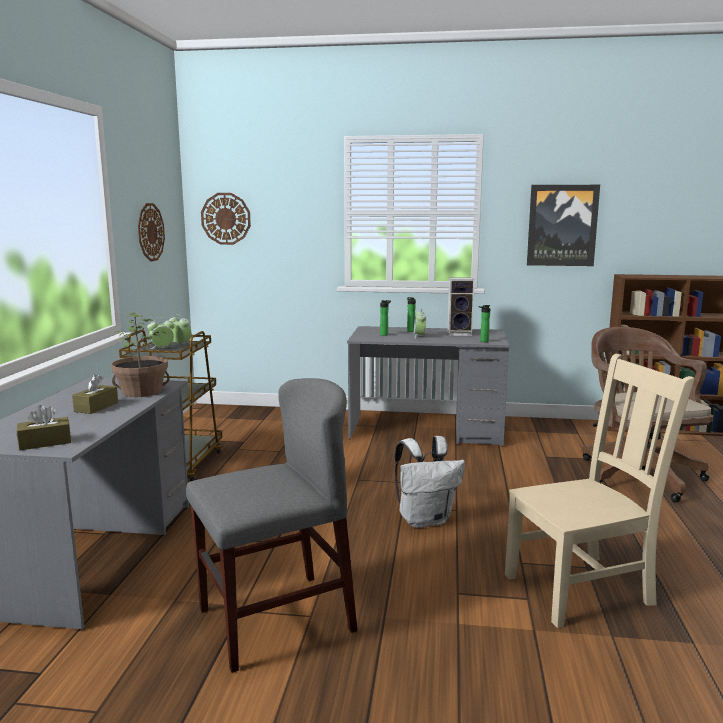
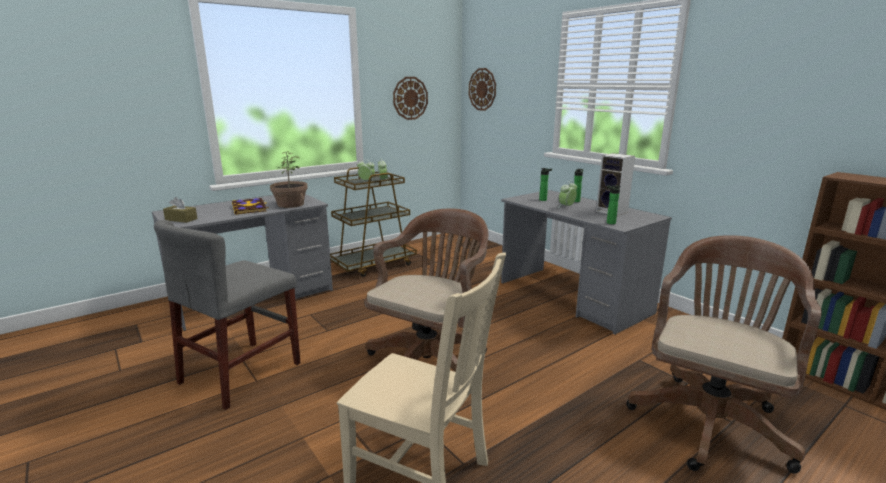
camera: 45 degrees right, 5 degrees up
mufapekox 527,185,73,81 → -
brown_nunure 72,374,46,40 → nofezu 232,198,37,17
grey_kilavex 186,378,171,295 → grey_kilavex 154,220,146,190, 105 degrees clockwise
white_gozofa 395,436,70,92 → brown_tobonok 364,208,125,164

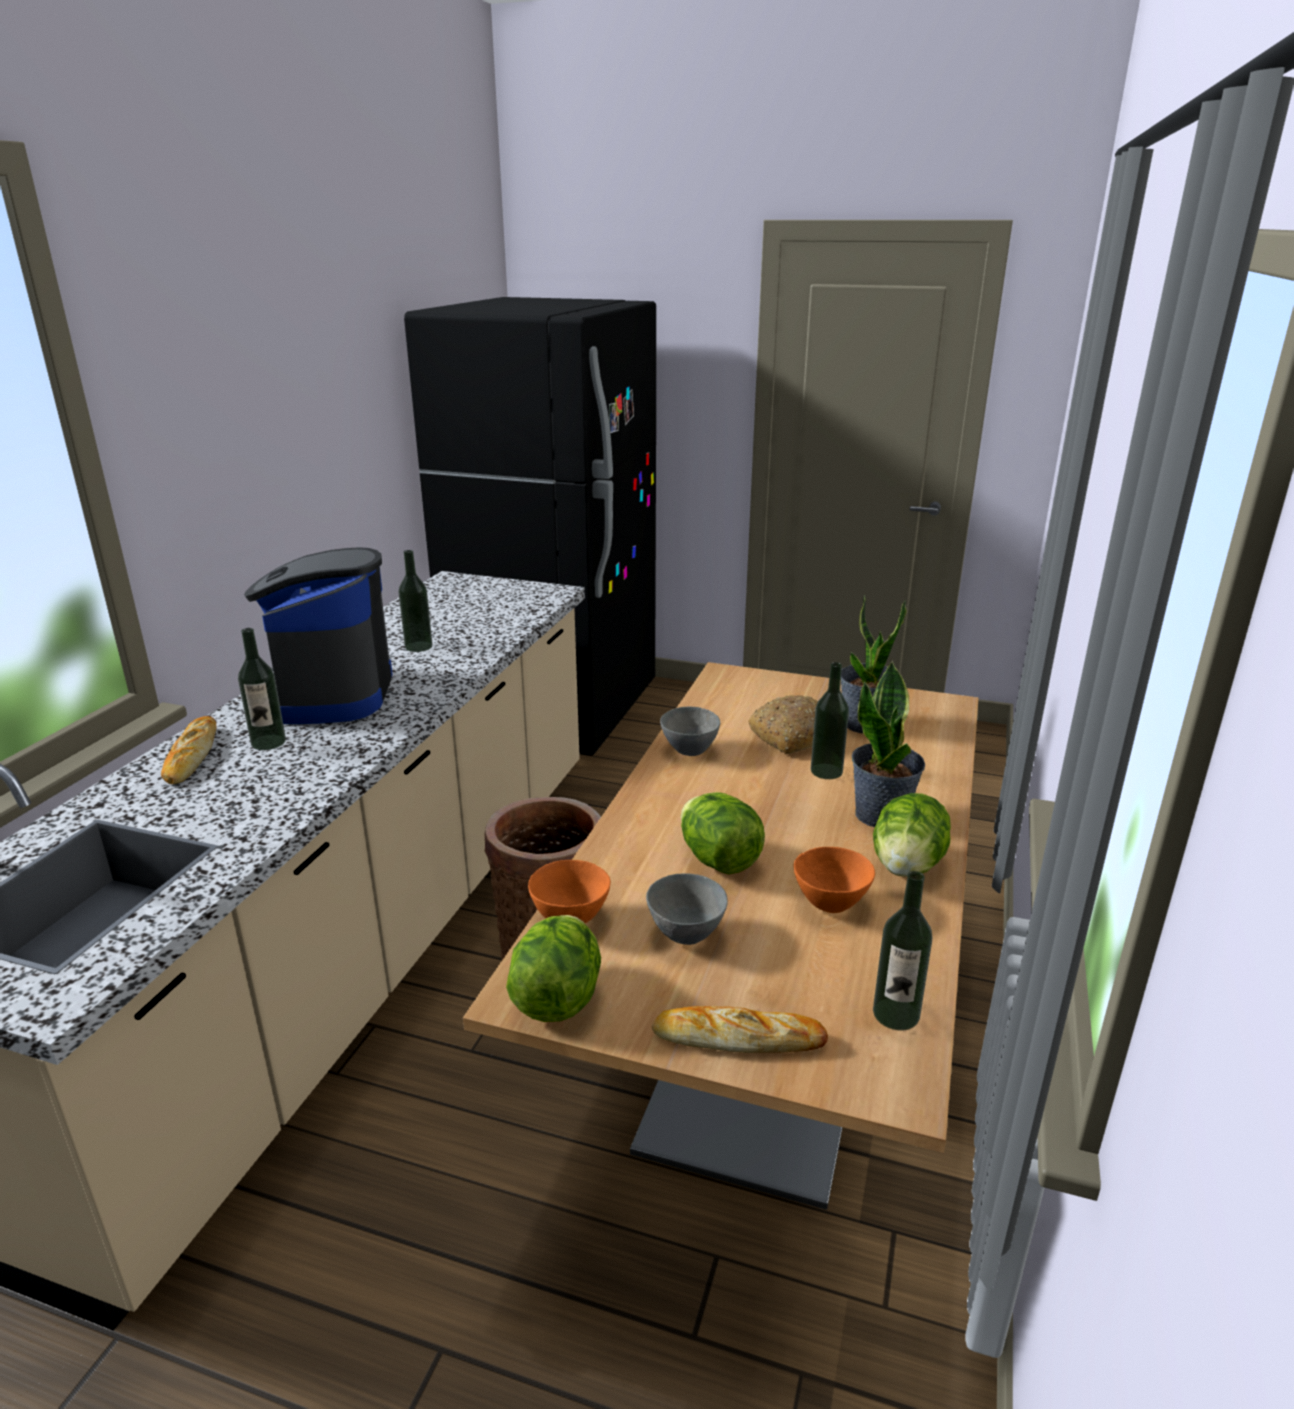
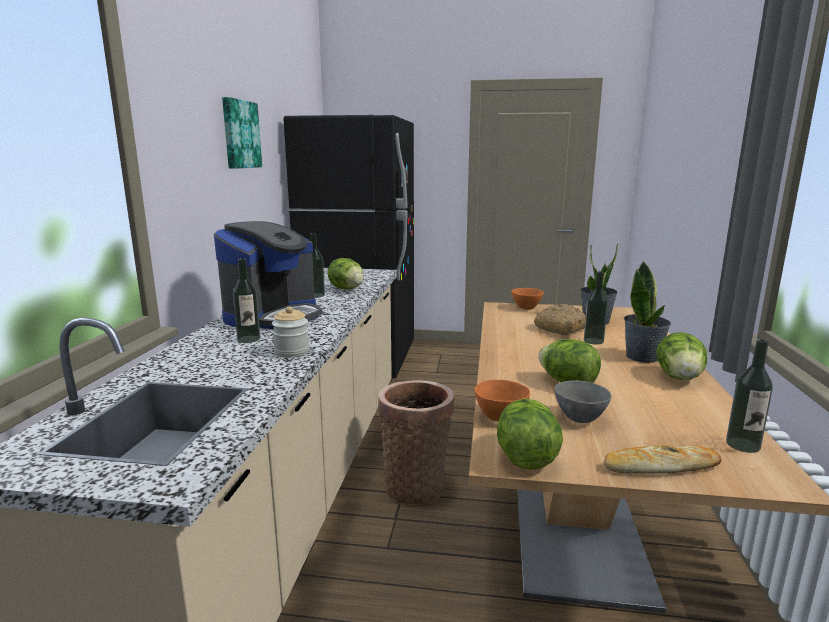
camera: 10 degrees left, 10 degrees down
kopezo 244,547,148,177 → kopezo 214,221,108,108, 135 degrees counterclockwise
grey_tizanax 660,707,60,49 → -
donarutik 161,716,55,68 → -
orange_tizanax 794,847,81,66 → orange_tizanax 511,288,33,22, relocated
- → mufapekox 222,97,40,72
- → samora 327,258,37,32
- → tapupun 272,306,37,52

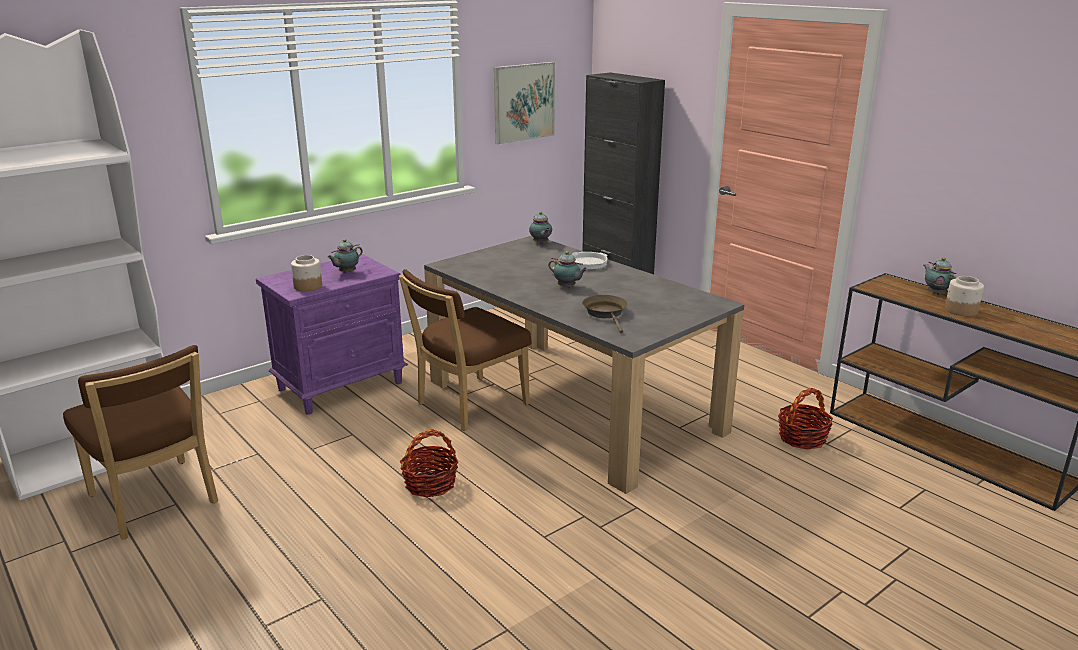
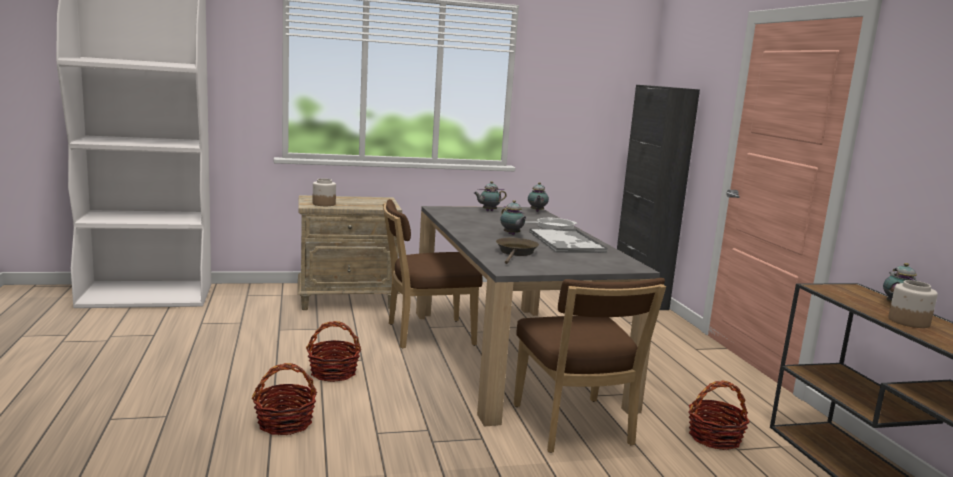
camera: 25 degrees right, 10 degrees down
mufapekox 494,62,61,82 → -
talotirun 327,239,36,34 → talotirun 474,181,33,30, relocated
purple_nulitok 256,254,152,161 → beige_nulitok 298,195,104,115
brown_kilavex 63,345,155,195 → brown_kilavex 514,278,152,175, relocated
- → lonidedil 529,229,79,24
- → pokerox 252,363,65,72

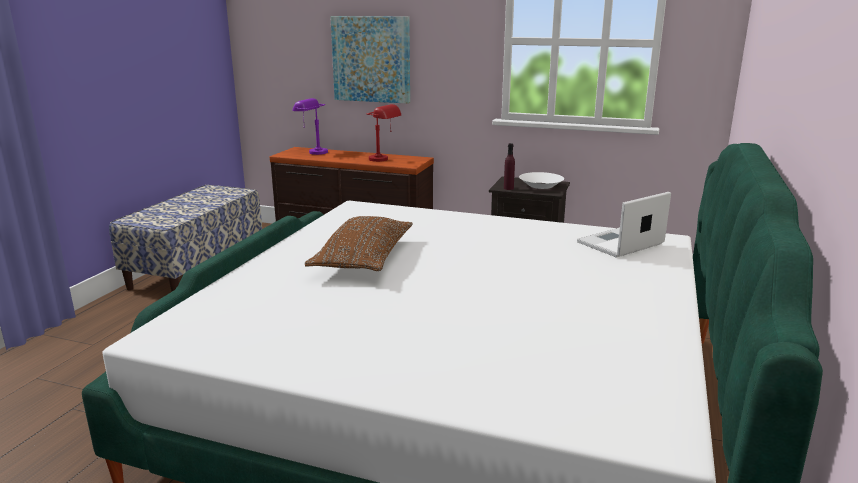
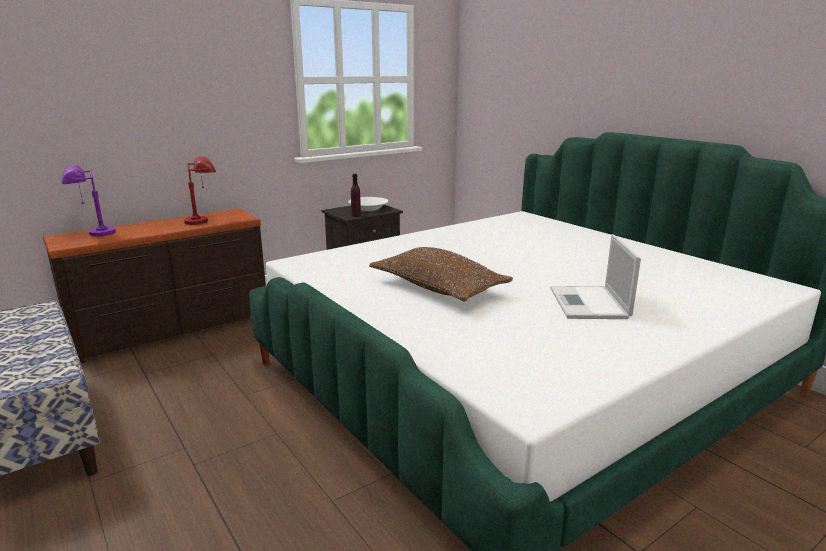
camera: 55 degrees left, 0 degrees up
mufapekox 330,16,80,88 → -
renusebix 577,192,94,66 → renusebix 550,234,91,85, relocated

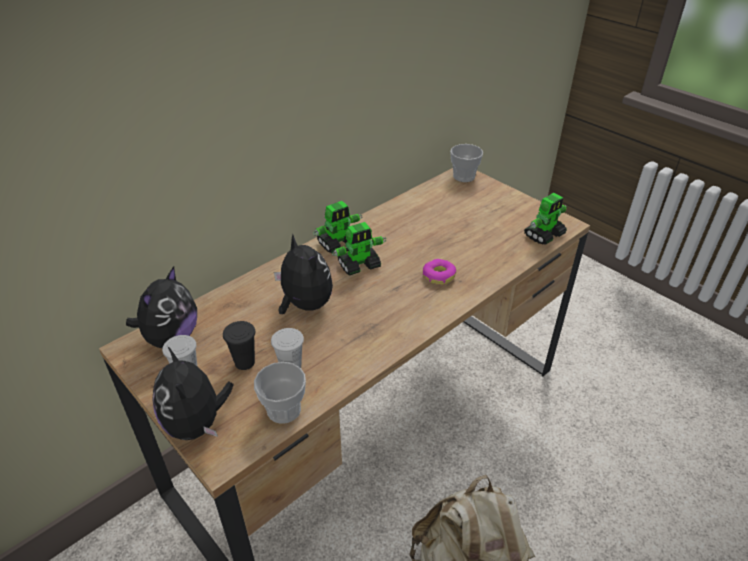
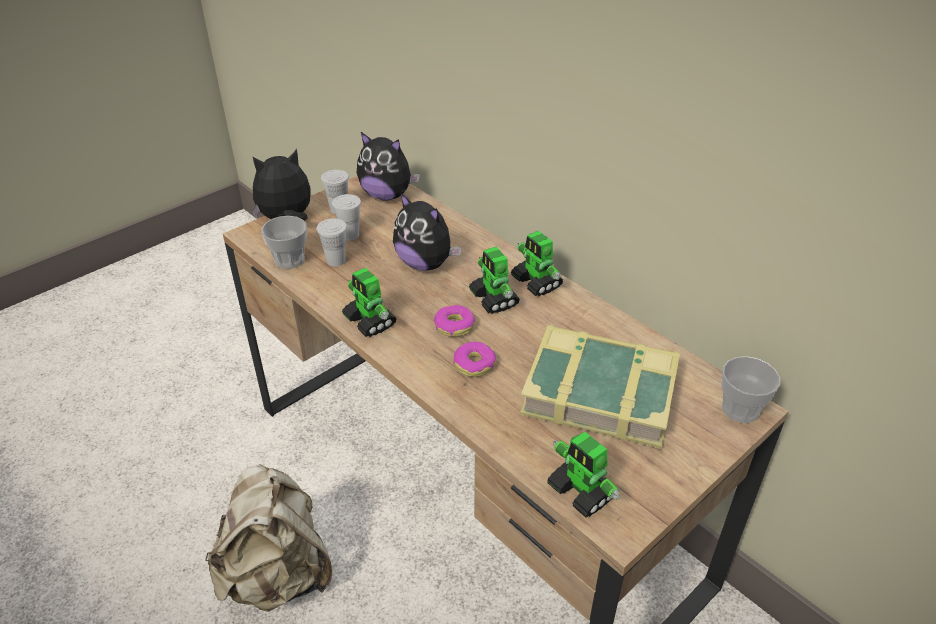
camera: 90 degrees right, 0 degrees up
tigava 274,235,59,79 → tigava 393,192,69,79, 75 degrees clockwise
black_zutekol 223,321,32,49 → white_zutekol 332,194,29,46
- → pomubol 342,268,55,69
- → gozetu 434,305,41,32
- → nofezu 520,325,160,124

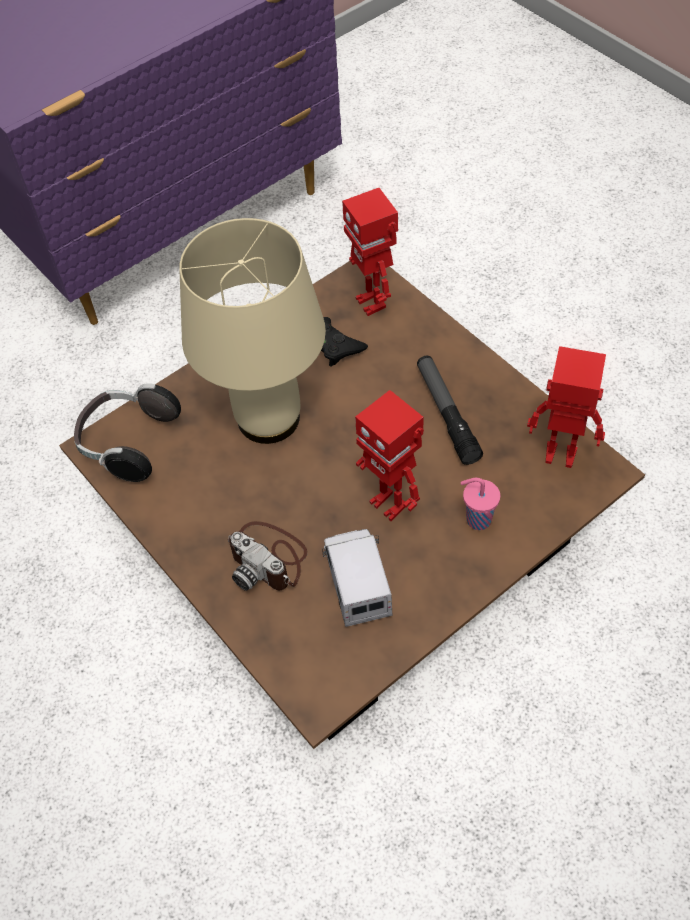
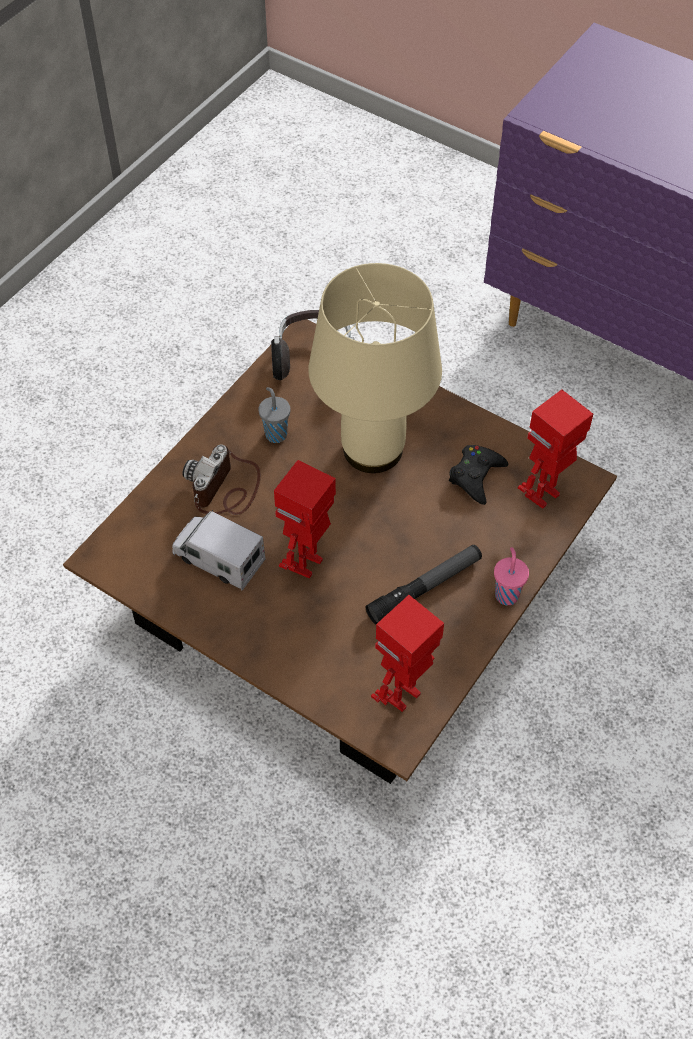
camera: 70 degrees right, 0 degrees up
pomubol 527,346,79,122 → pomubol 371,595,73,117, 135 degrees counterclockwise
pink_zutekol 460,478,40,52 → pink_zutekol 494,547,35,58, relocated
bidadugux 322,529,70,98 → bidadugux 172,511,93,79, 120 degrees counterclockwise
- → grey_zutekol 258,387,32,56

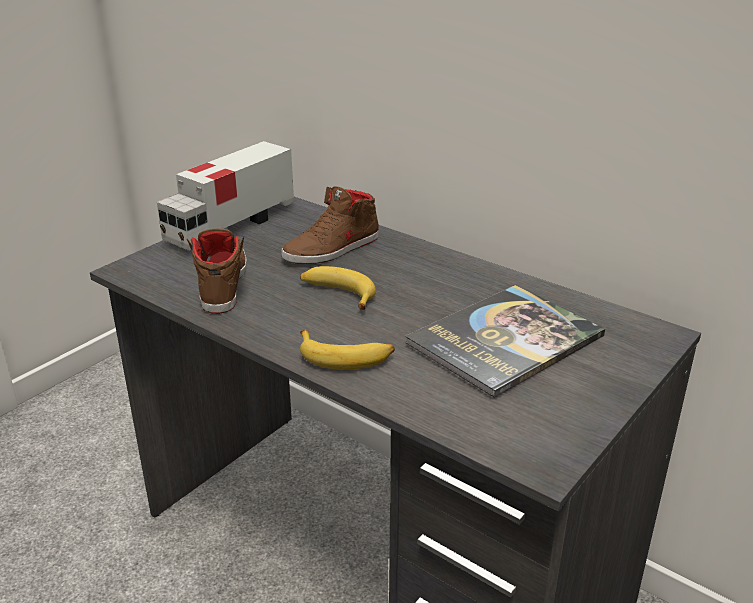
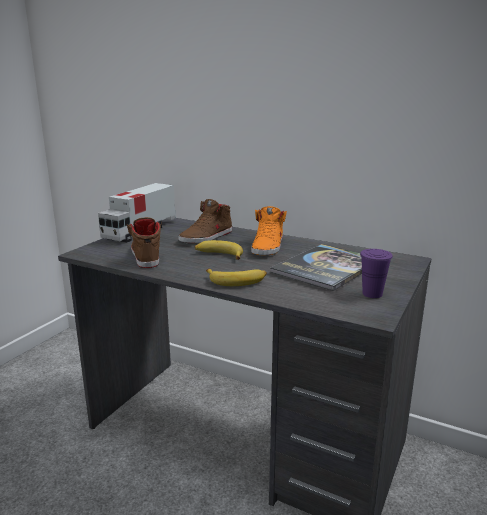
camera: 10 degrees left, 10 degrees down
- → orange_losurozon 251,206,36,50
- → purple_zutekol 360,249,33,49

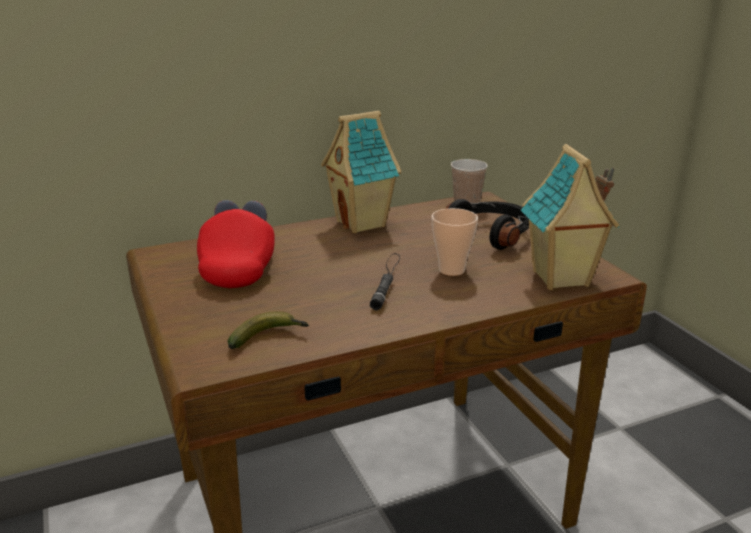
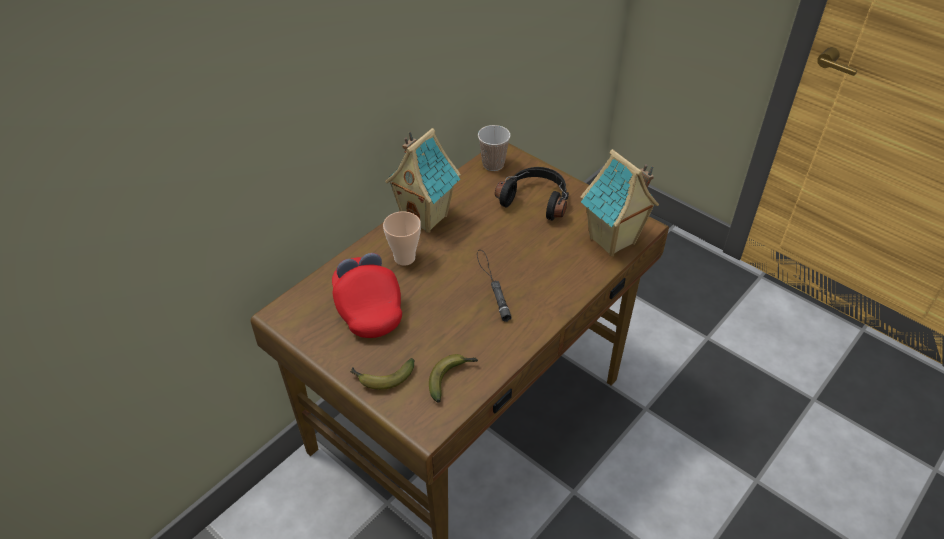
camera: 25 degrees left, 20 degrees up
zutekol 431,208,47,68 → zutekol 383,211,38,55, relocated
- → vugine 350,358,64,32

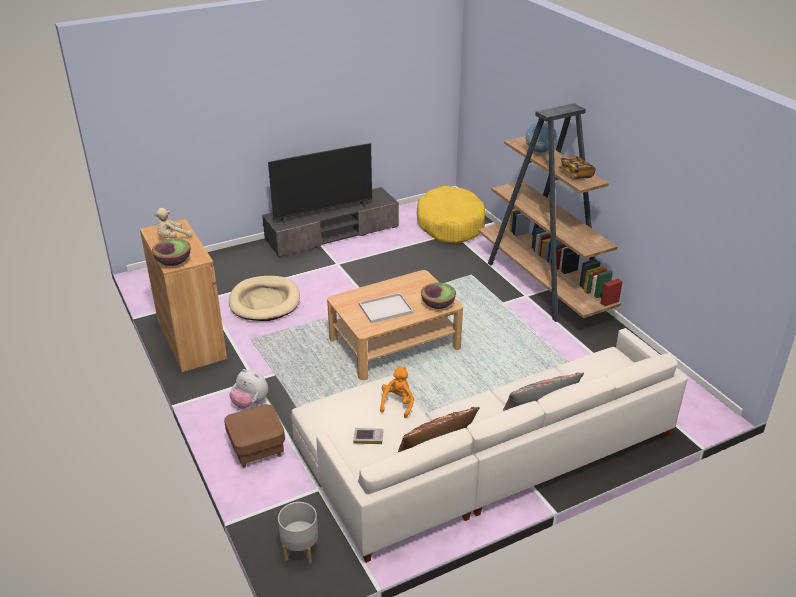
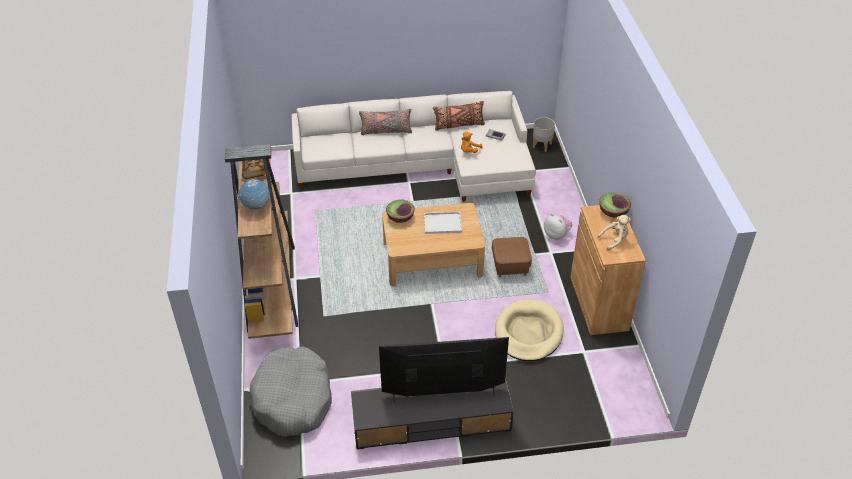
camera: 160 degrees left, 10 degrees up
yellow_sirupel 417,186,68,58 → grey_sirupel 250,346,82,91
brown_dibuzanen 224,404,61,64 → brown_dibuzanen 492,237,40,40, relocated

